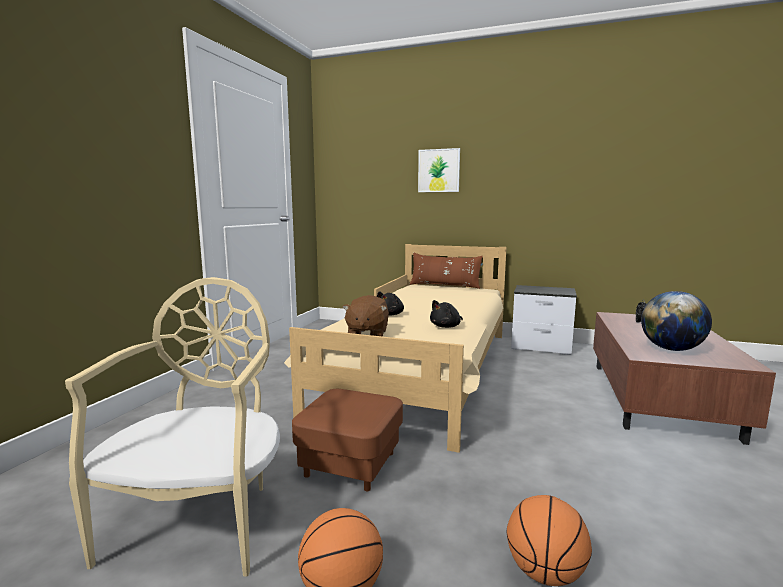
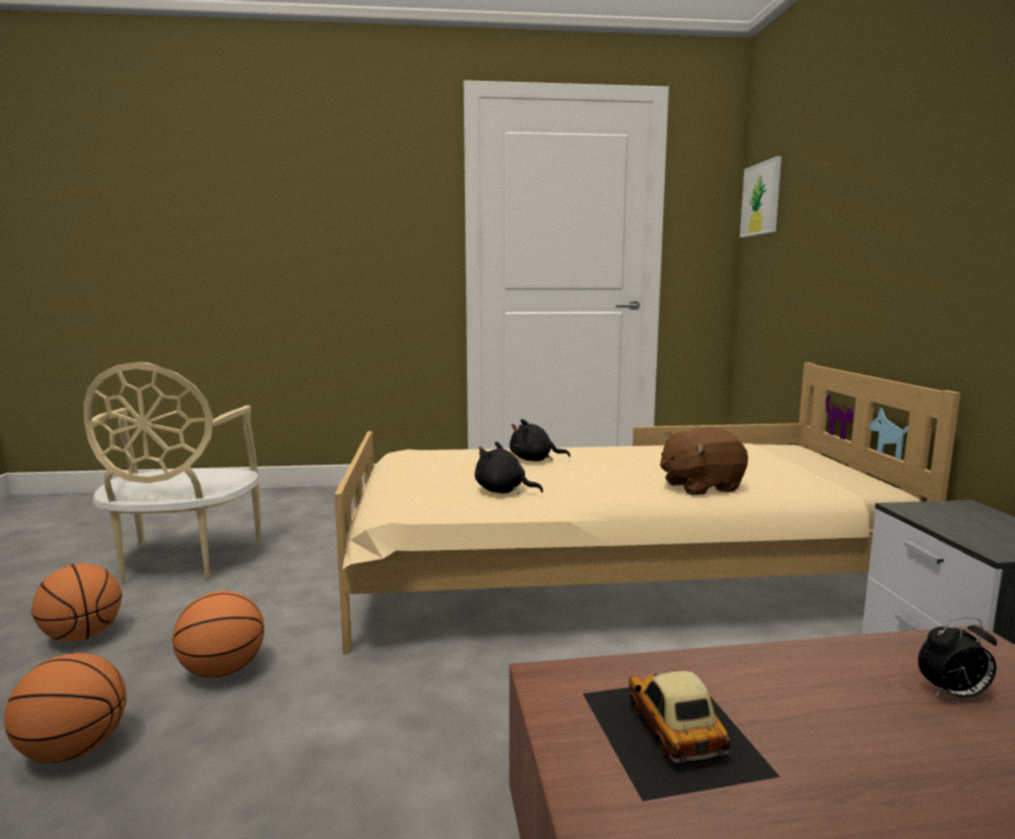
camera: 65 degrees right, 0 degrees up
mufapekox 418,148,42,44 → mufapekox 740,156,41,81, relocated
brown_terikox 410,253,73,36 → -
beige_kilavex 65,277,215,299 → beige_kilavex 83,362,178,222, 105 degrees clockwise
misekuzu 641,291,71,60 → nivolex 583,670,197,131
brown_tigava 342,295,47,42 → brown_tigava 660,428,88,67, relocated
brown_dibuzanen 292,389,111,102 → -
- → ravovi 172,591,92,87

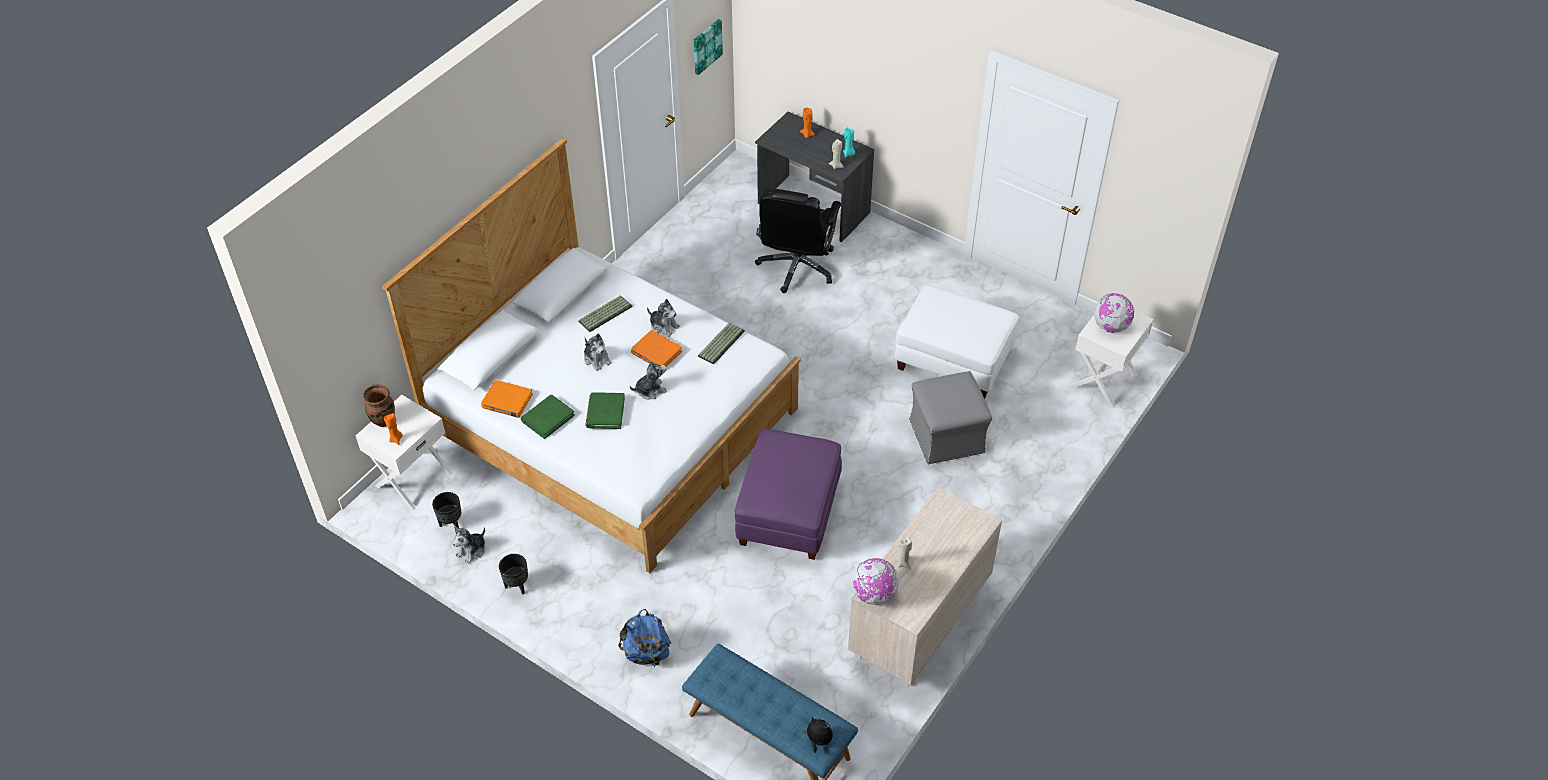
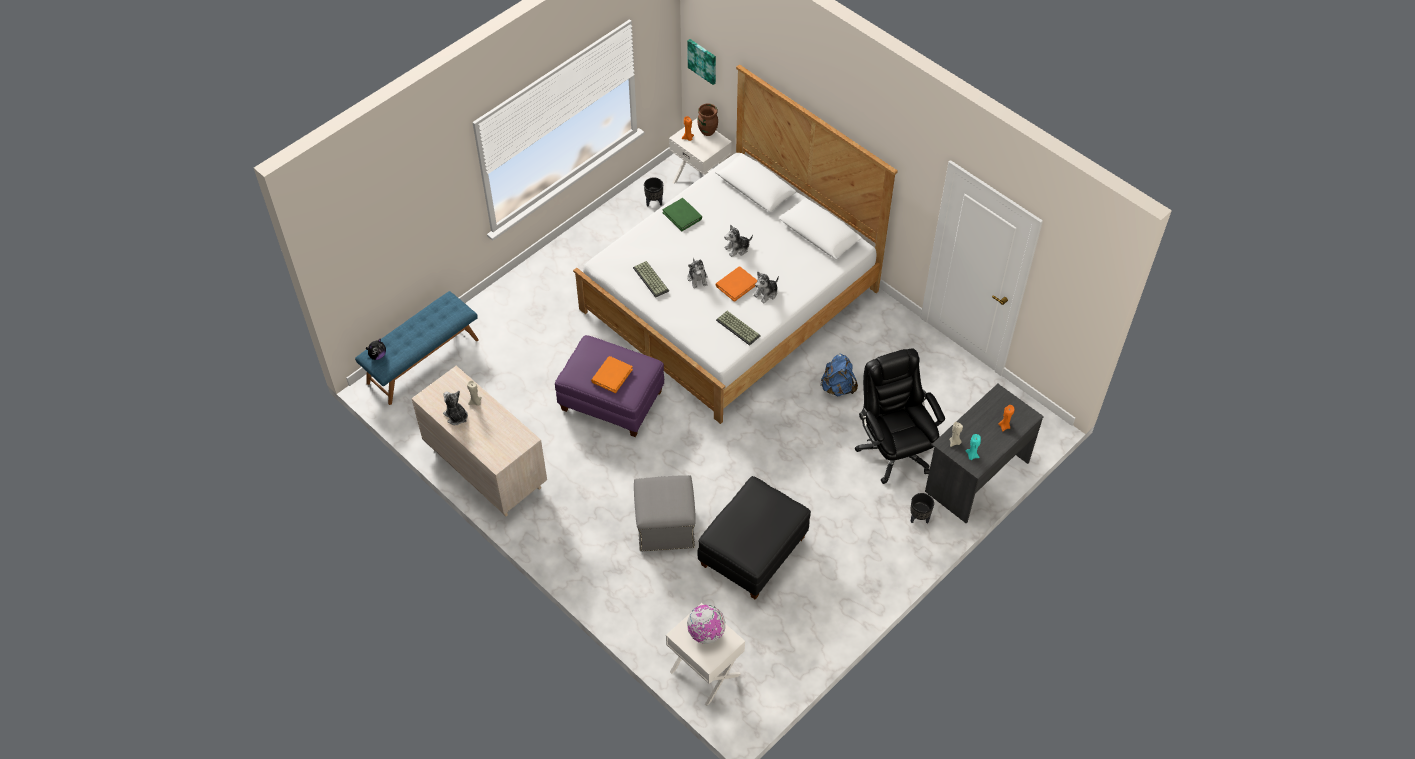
camera: 100 degrees right, 5 degrees up
mufapekox 694,19,29,56 → mufapekox 687,39,29,46, relocated
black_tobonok 755,189,86,104 → black_tobonok 855,349,90,135, 45 degrees clockwise
white_dibuzanen 895,285,124,114 → black_dibuzanen 697,476,114,124
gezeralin 578,296,54,36 → gezeralin 633,261,36,37, relocated
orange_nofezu 481,380,52,38 → orange_nofezu 591,356,42,37, relocated
green_nofezu 585,392,40,37 → -
tigava 452,526,33,38 → tigava 443,391,25,34, relocated
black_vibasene 499,554,29,40 → black_vibasene 910,493,24,31, relocated
misekuzu 853,558,46,47 → -
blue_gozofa 618,609,53,58 → blue_gozofa 821,353,37,43, relocated

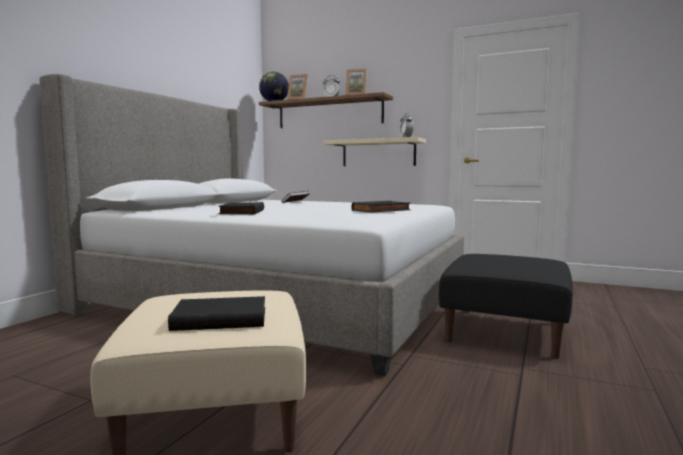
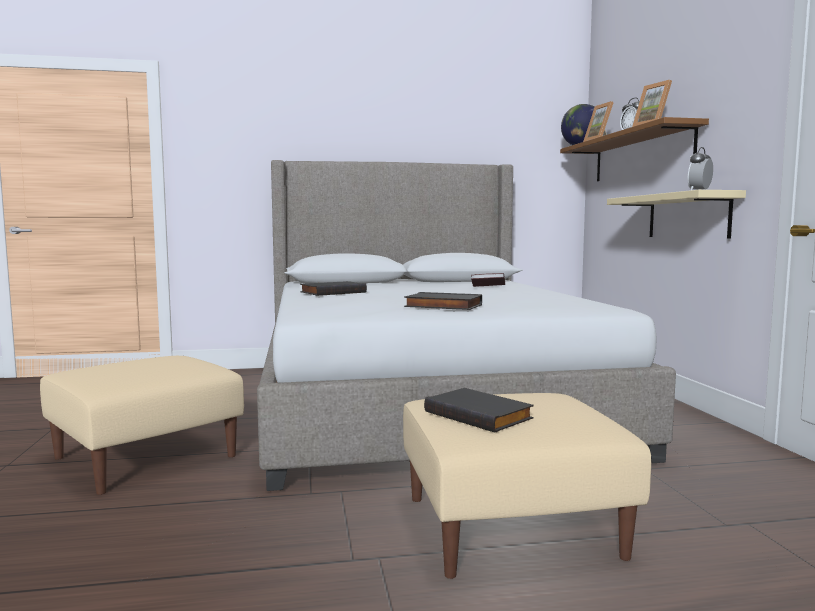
camera: 55 degrees right, 0 degrees up
black_dibuzanen 439,254,134,105 → beige_dibuzanen 403,393,248,186
black_nofezu 168,296,97,35 → black_nofezu 424,388,110,44, relocated

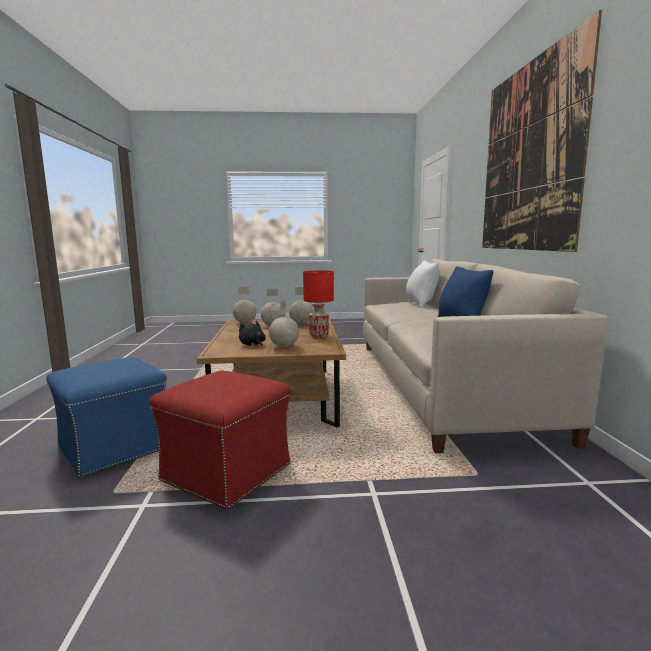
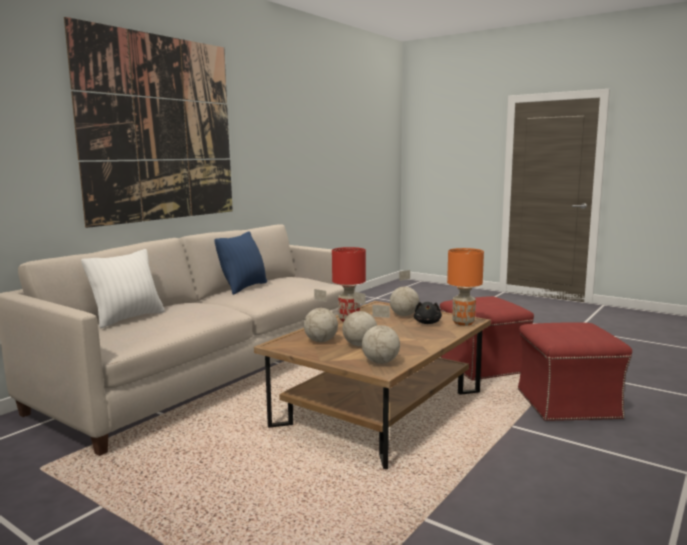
camera: 140 degrees left, 0 degrees up
blue_dibuzanen 46,357,121,121 → red_dibuzanen 518,322,114,100
- → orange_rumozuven 447,248,37,78

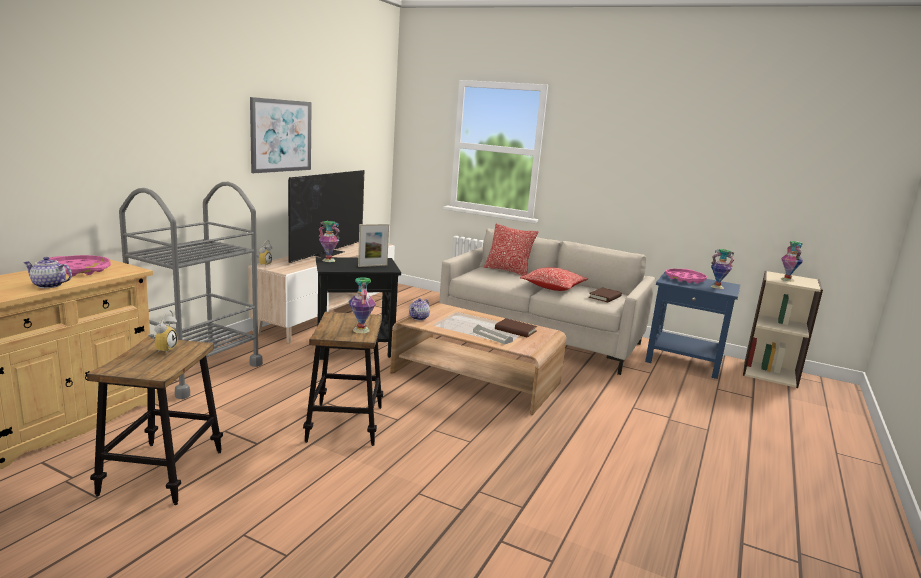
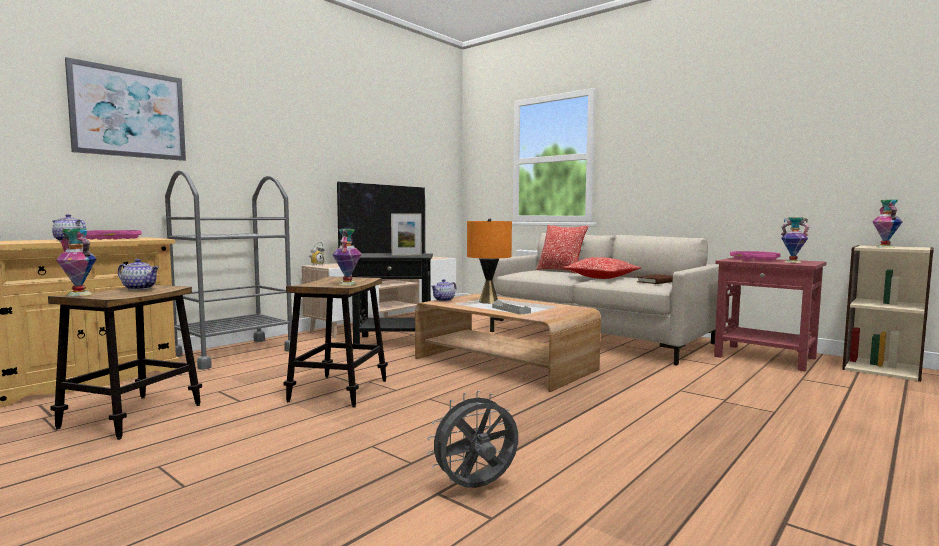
camera: 15 degrees right, 10 degrees down
mufapekox 250,97,62,76 → mufapekox 65,57,121,104, relocated
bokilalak 319,221,21,41 → bokilalak 56,228,41,68, relocated
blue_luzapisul 645,272,95,107 → red_luzapisul 714,257,113,114
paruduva 148,310,30,44 → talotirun 118,259,41,31
brown_nofezu 495,318,42,20 → -
- → orange_rumozuven 467,218,45,86
- → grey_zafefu 427,391,91,97

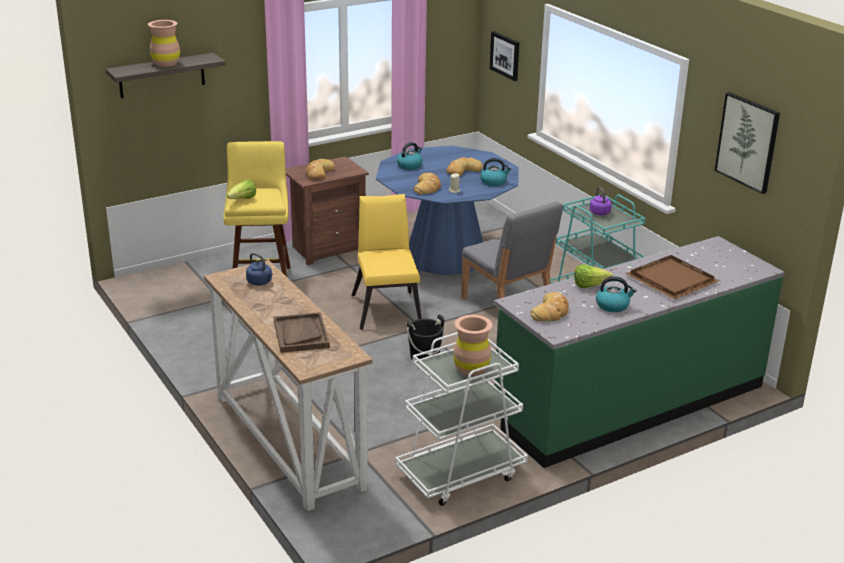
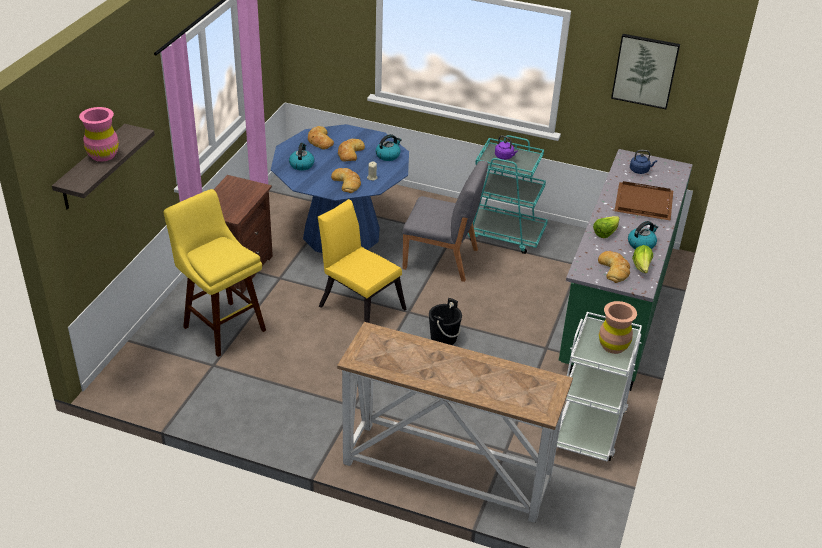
camera: 40 degrees left, 10 degrees up
brown_bokilalak 148,20,32,47 → pink_bokilalak 79,107,40,55
mufapekox 490,31,29,50 → -
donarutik 306,159,29,20 → donarutik 308,126,26,23, relocated
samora 227,179,29,20 → samora 632,245,21,28, relocated
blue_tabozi 246,253,26,32 → blue_tabozi 630,150,27,24, relocated
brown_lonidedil 274,312,56,41 → -

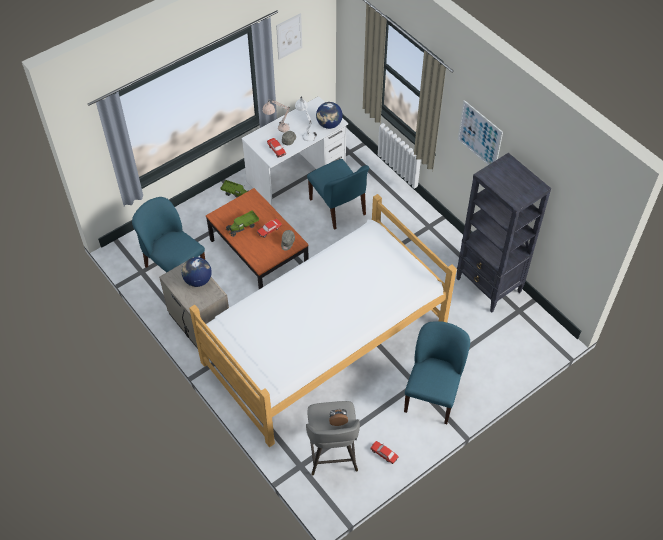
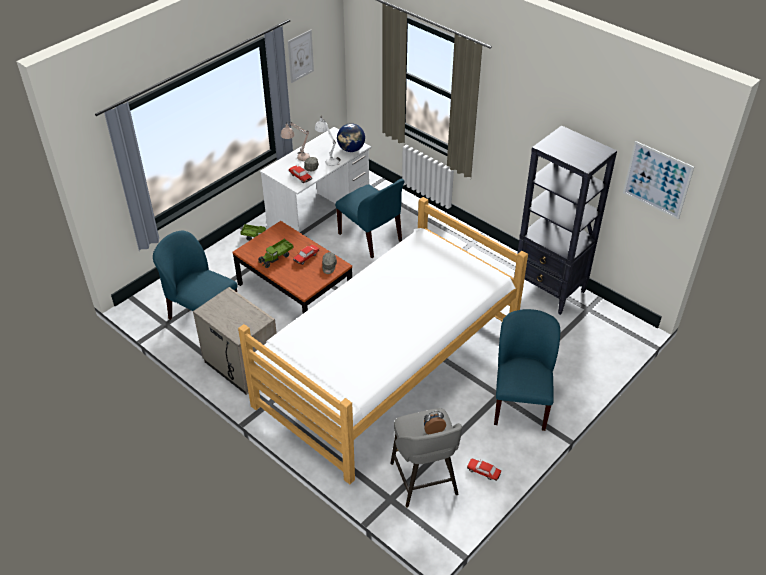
camera: 10 degrees left, 10 degrees down
mufapekox 458,100,45,65 → mufapekox 623,141,71,78, relocated
misekuzu 181,257,31,30 → -

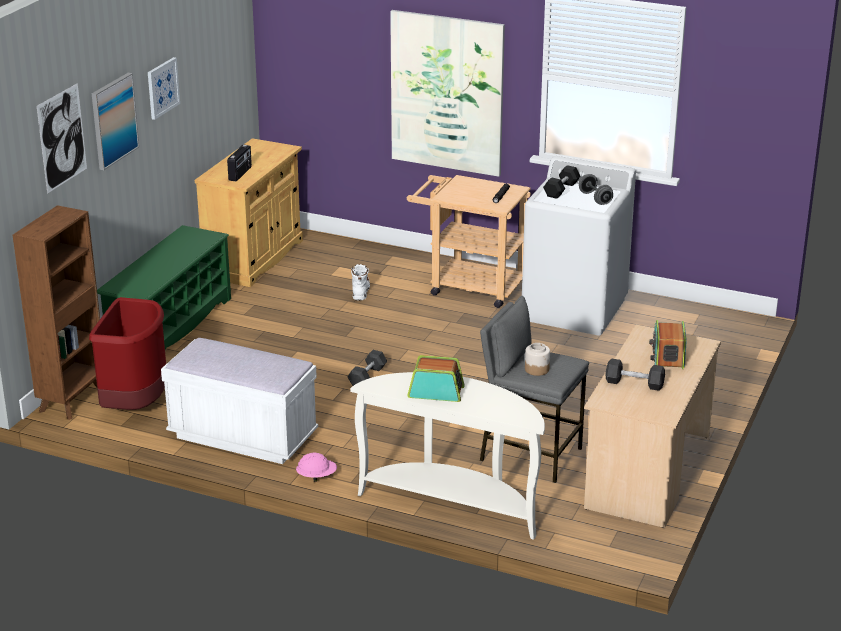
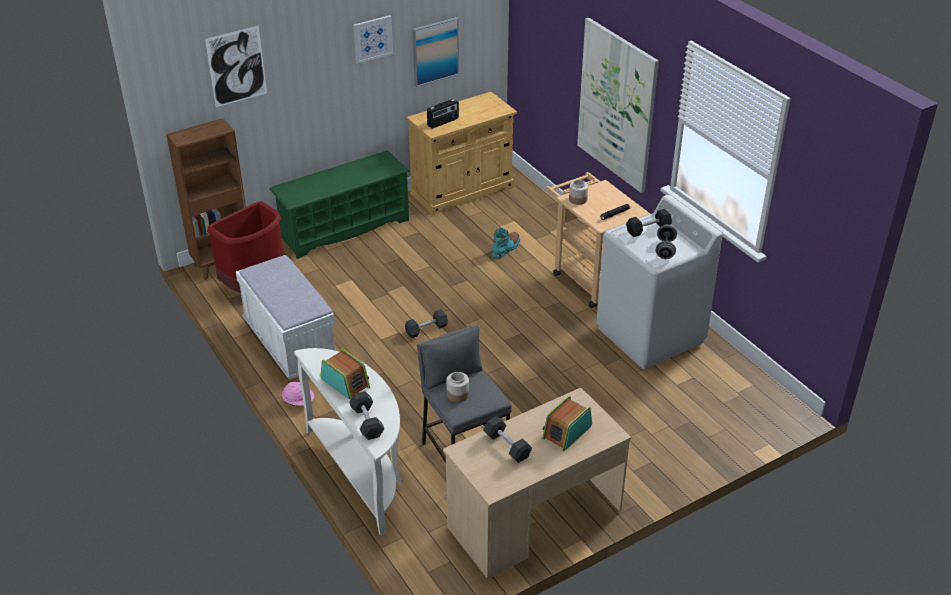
camera: 35 degrees right, 10 degrees up
mufapekox 92,73,47,97 → mufapekox 413,17,46,70, relocated
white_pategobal 351,264,19,37 → turquoise_pategobal 492,228,28,31
- → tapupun 569,180,19,25
- → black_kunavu 349,391,35,49

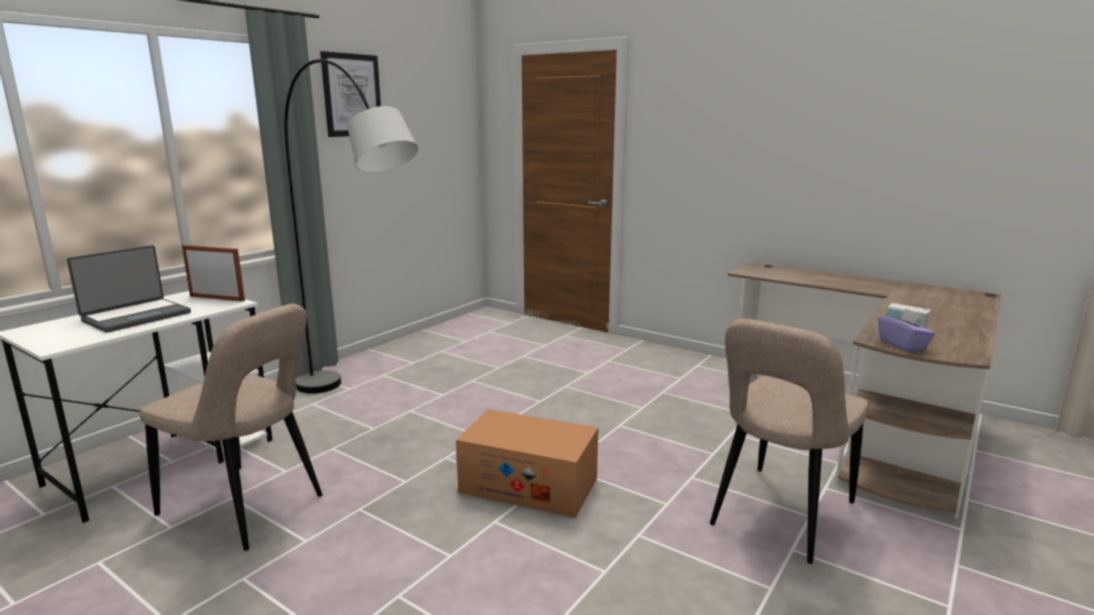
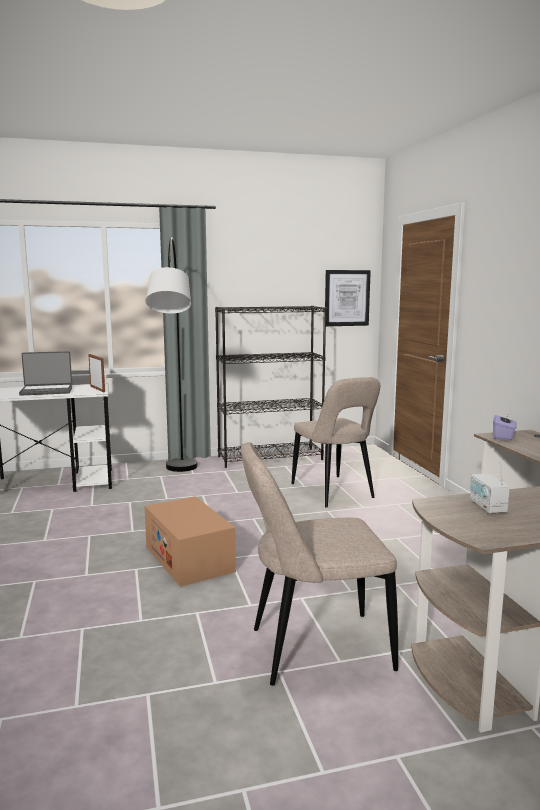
camera: 40 degrees right, 5 degrees down
mufapekox 320,51,61,86 → mufapekox 325,270,46,56, relocated
beige_kilavex 139,304,183,247 → beige_kilavex 292,377,88,131, relocated
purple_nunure 878,308,57,44 → purple_nunure 493,411,24,29, relocated
- → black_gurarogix 215,306,111,162

